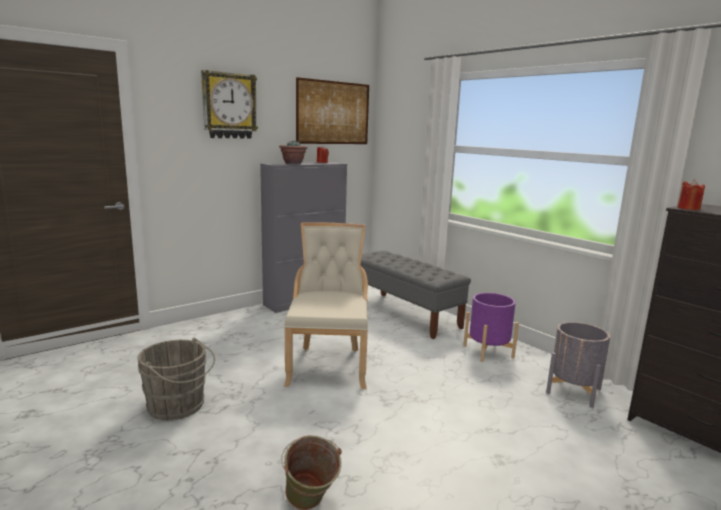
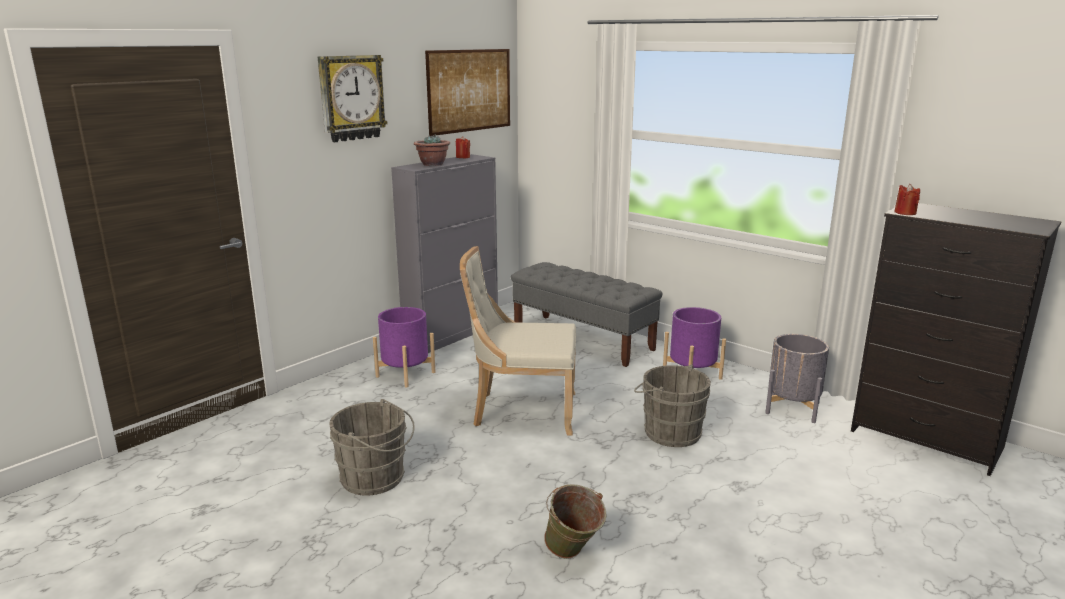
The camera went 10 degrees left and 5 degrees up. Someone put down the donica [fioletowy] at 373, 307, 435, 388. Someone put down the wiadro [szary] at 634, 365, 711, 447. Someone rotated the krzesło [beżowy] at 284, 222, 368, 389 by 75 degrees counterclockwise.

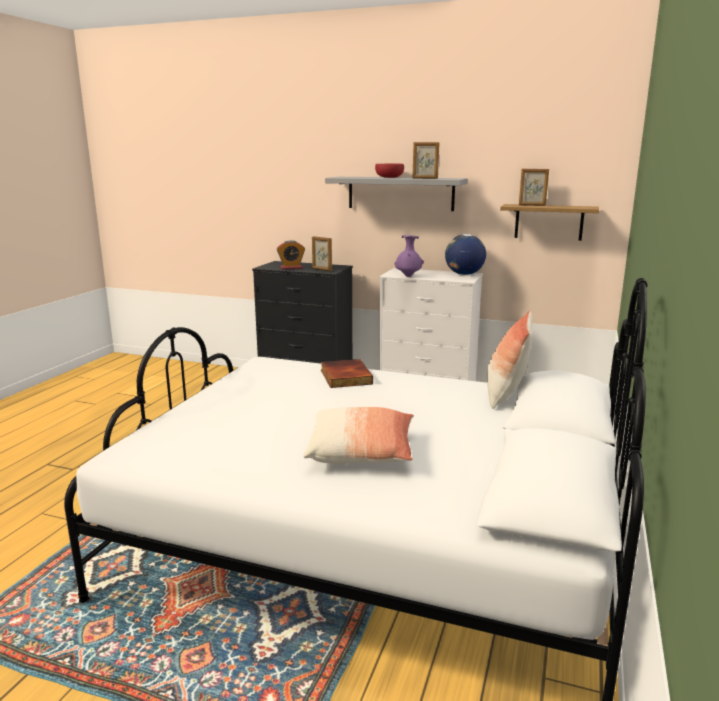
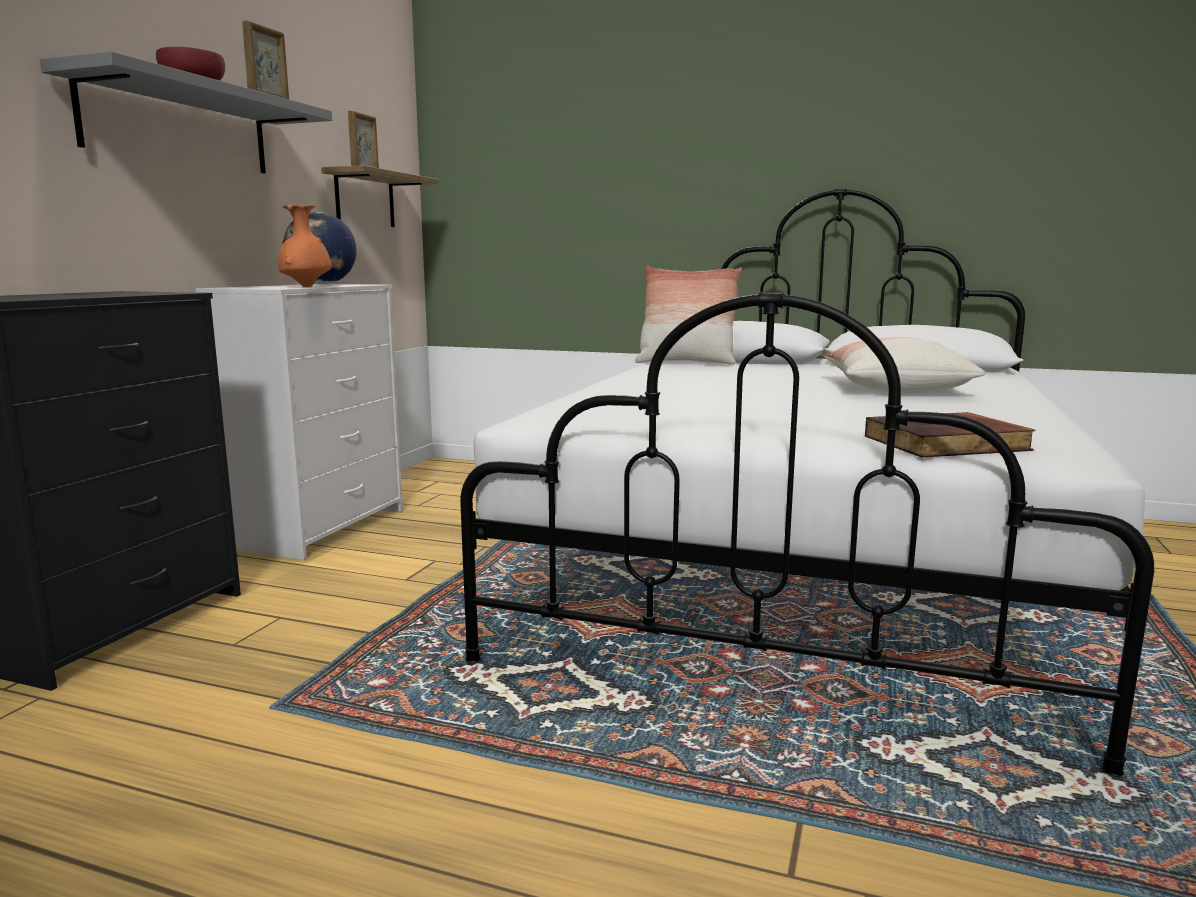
The camera went 90 degrees left and 5 degrees down. Someone took away the budzik at 277, 240, 305, 269. Someone took away the ramka na zdjęcie at 312, 236, 332, 271. Someone carried the książka from 321, 359, 373, 388 to 865, 412, 1035, 458. Someone repainted the wazon [fioletowy] at 394, 235, 424, 277, which became the wazon [pomarańczowy] at 278, 205, 332, 287.

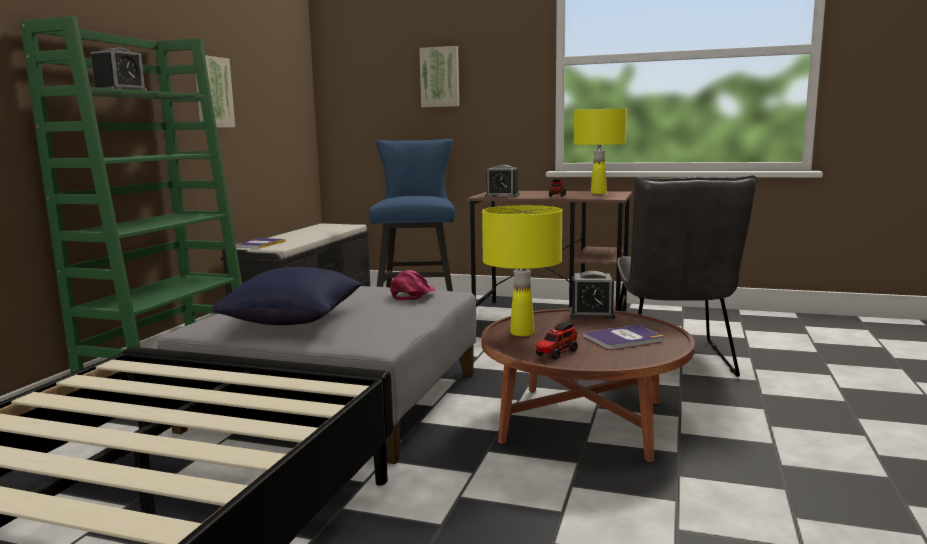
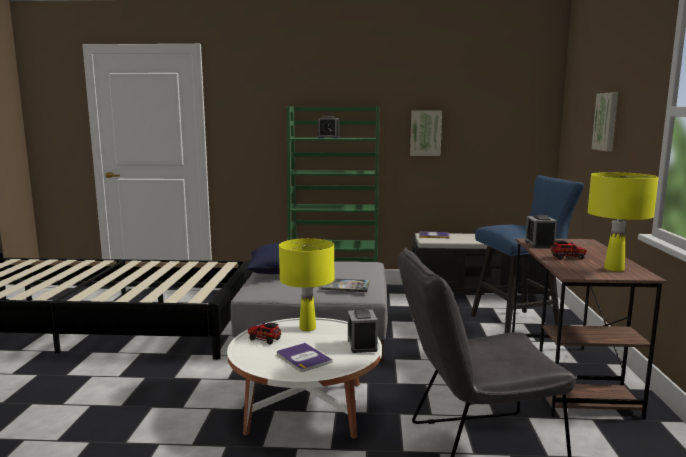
The camera went 75 degrees right and 0 degrees up. Someone swapped the czapka z daszkiem [różowy] at 390, 270, 436, 300 for the książka at 321, 278, 370, 292. Someone repainted the ława [brązowy] at 481, 309, 695, 463, which became the ława [biały] at 227, 318, 382, 439.

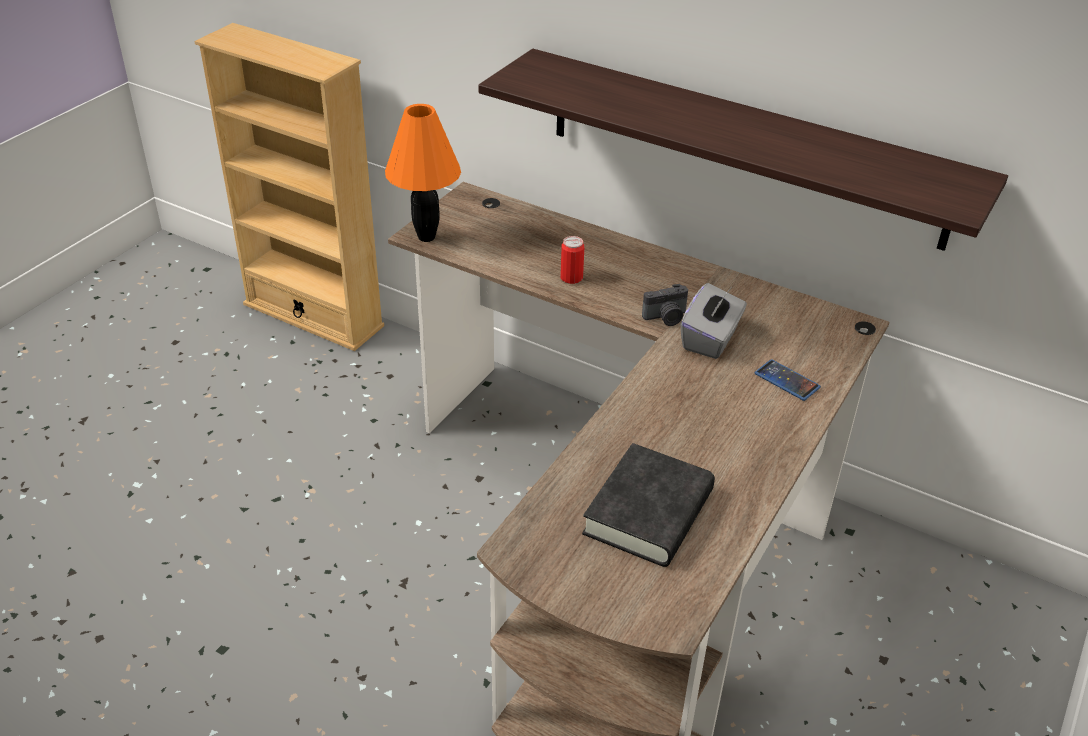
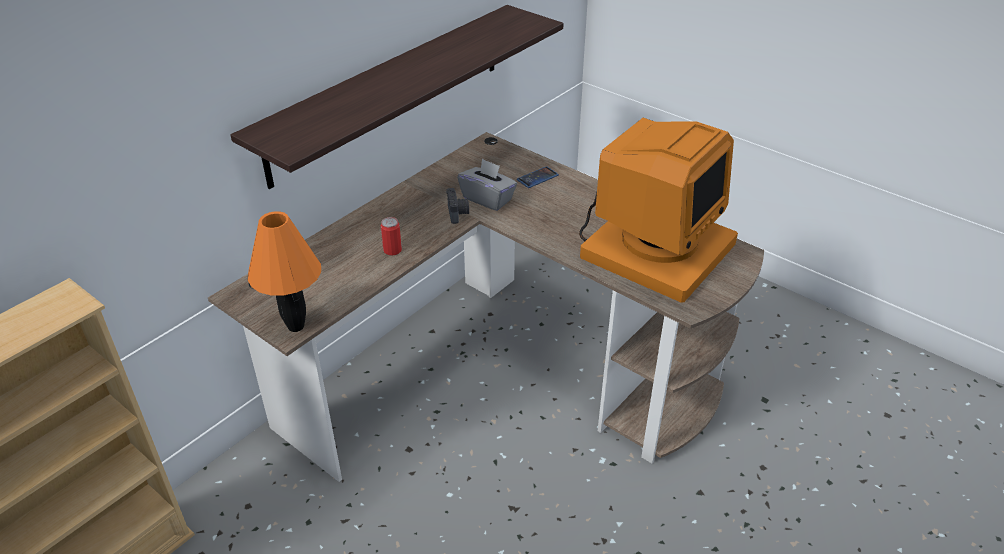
The camera went 80 degrees left and 0 degrees up. Someone swapped the książka [czarny] at 582, 443, 715, 567 for the monitor at 579, 118, 738, 303.

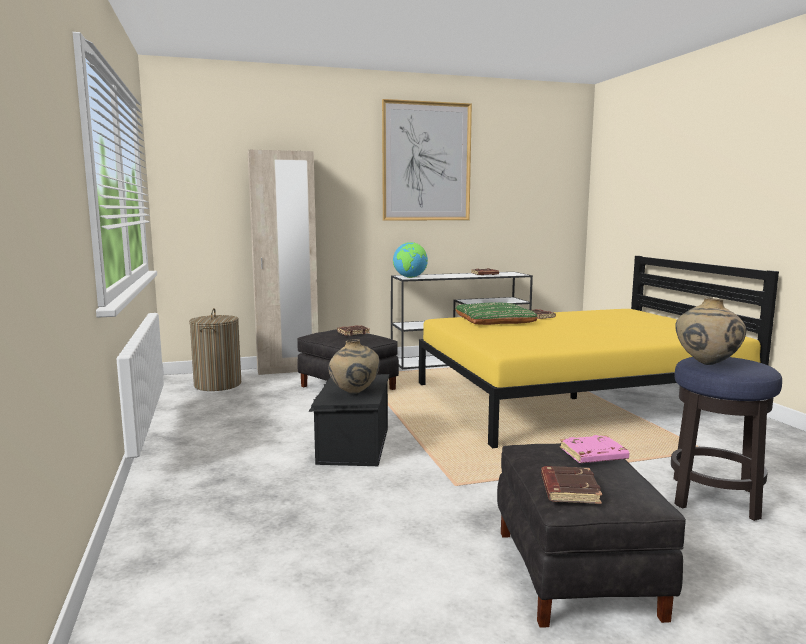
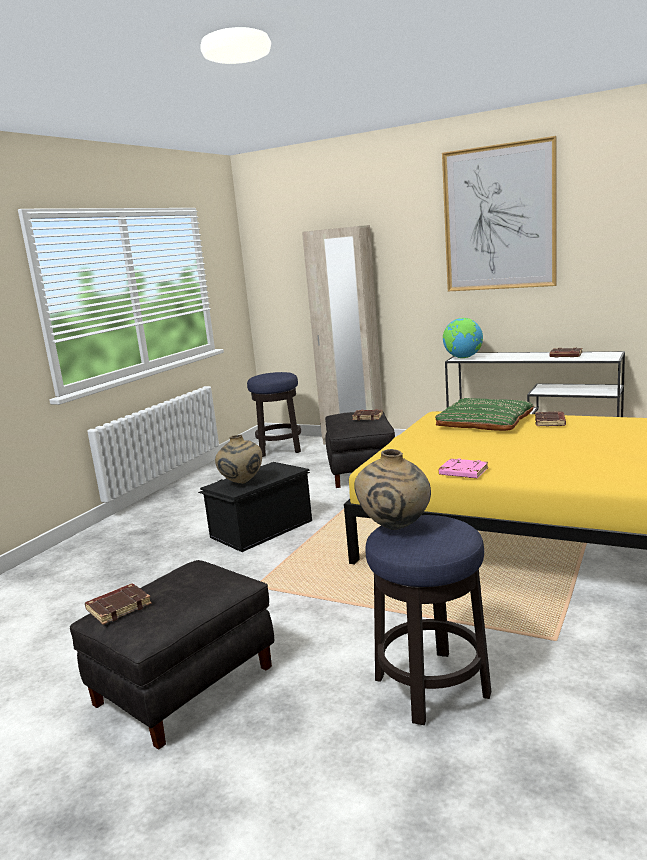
The camera went 45 degrees right and 5 degrees up. Someone carried the książka [różowy] from 560, 435, 629, 463 to 439, 458, 488, 478. Someone swapped the kosz na pranie at 189, 308, 241, 391 for the stołek at 247, 372, 301, 457.

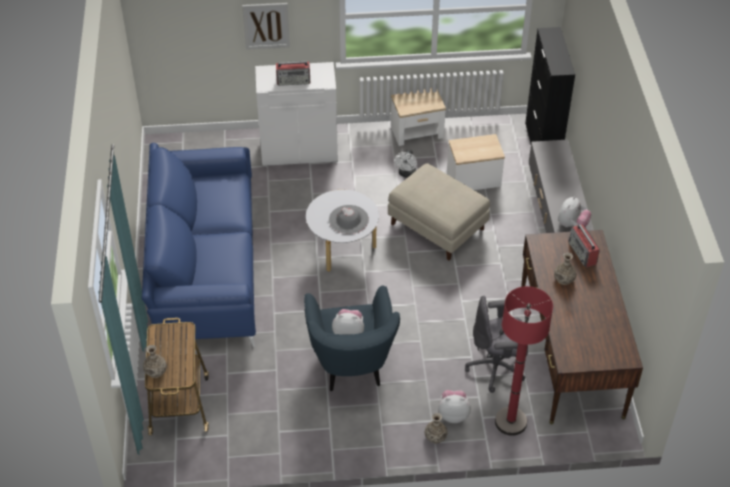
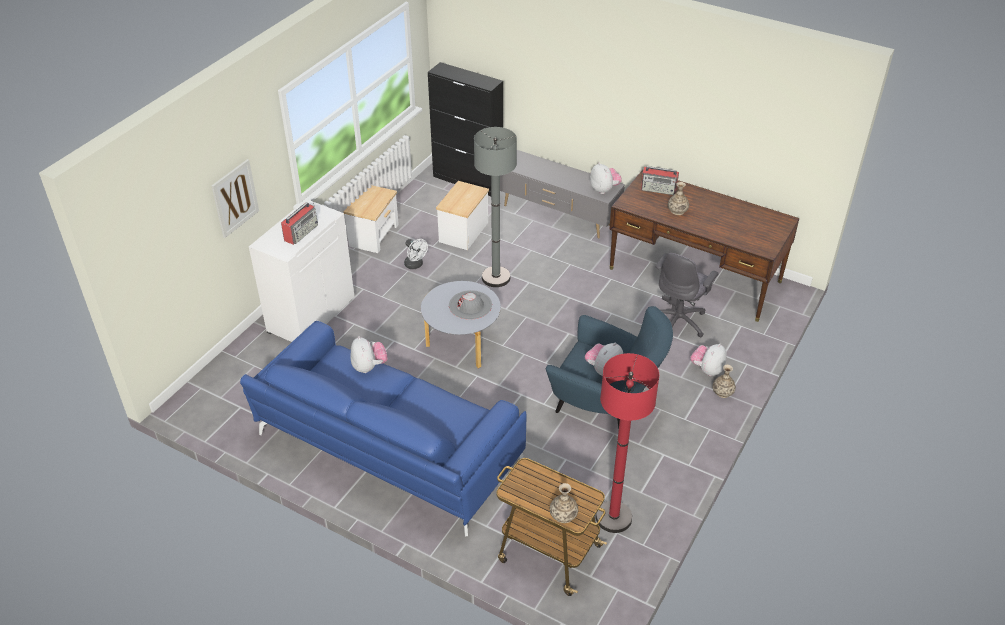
The camera went 55 degrees left and 5 degrees down. Someone put down the pluszak at 351, 336, 388, 373. Someone carried the lampa stojąca [czerwony] from 495, 286, 553, 436 to 596, 353, 659, 533. Someone swapped the pufa [beżowy] at 388, 163, 490, 261 for the lampa stojąca [szary] at 474, 127, 517, 287.

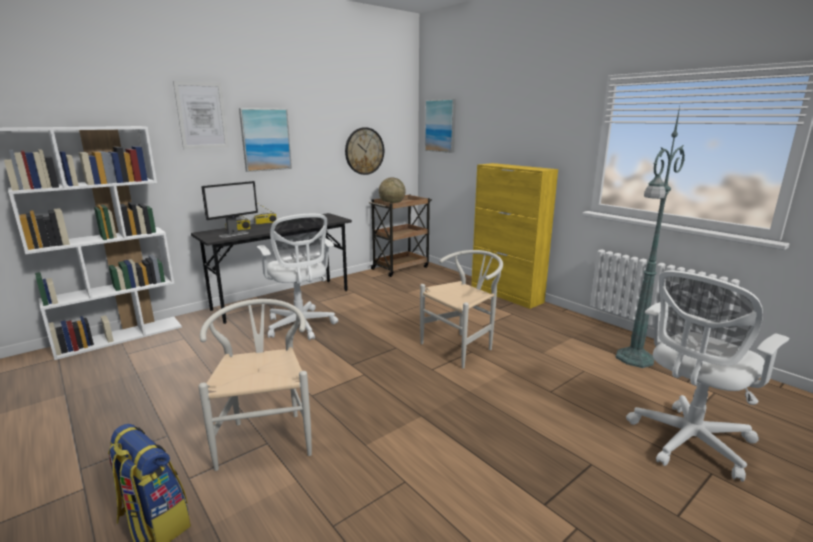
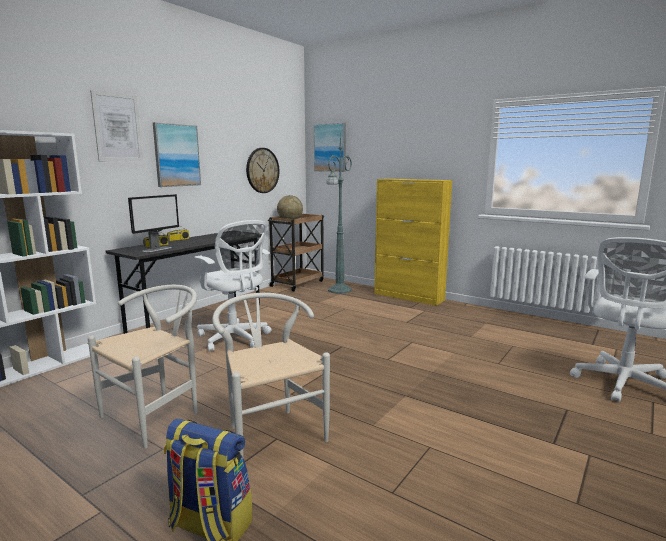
The camera went 15 degrees left and 5 degrees down. Someone carried the krzesło [biały] from 420, 250, 503, 369 to 88, 285, 198, 448. Someone carried the lampa stojąca [zielony] from 615, 107, 685, 368 to 326, 130, 352, 294.

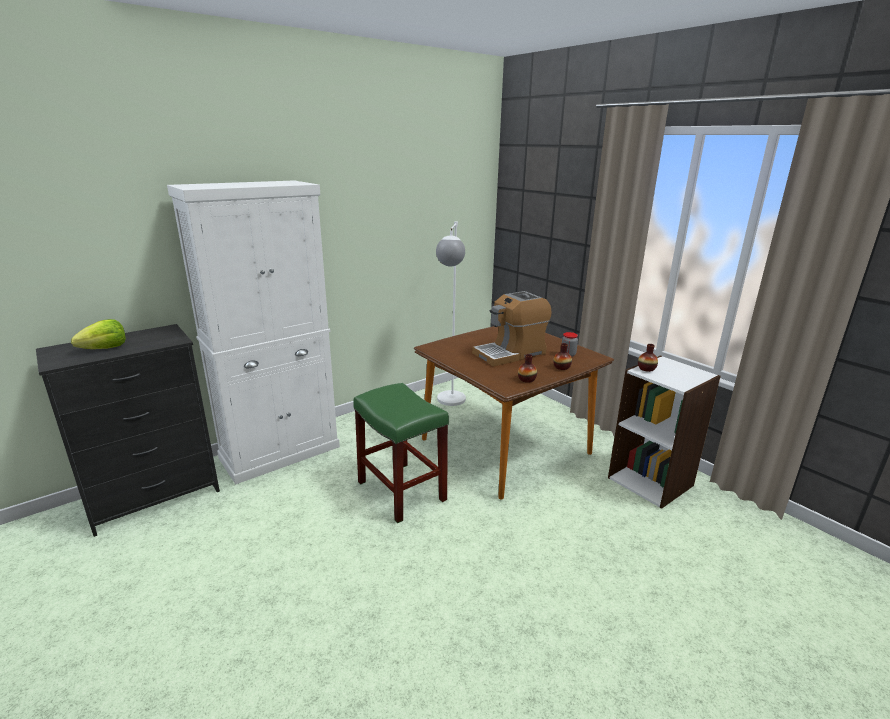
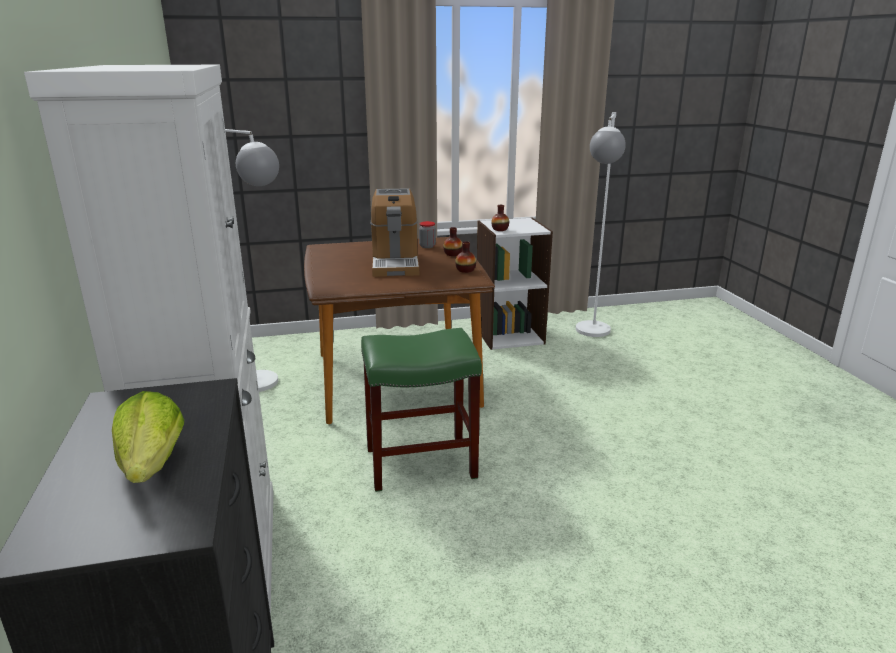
The camera went 65 degrees left and 0 degrees up. Someone put down the lampa stojąca [biały] at 576, 112, 626, 337.

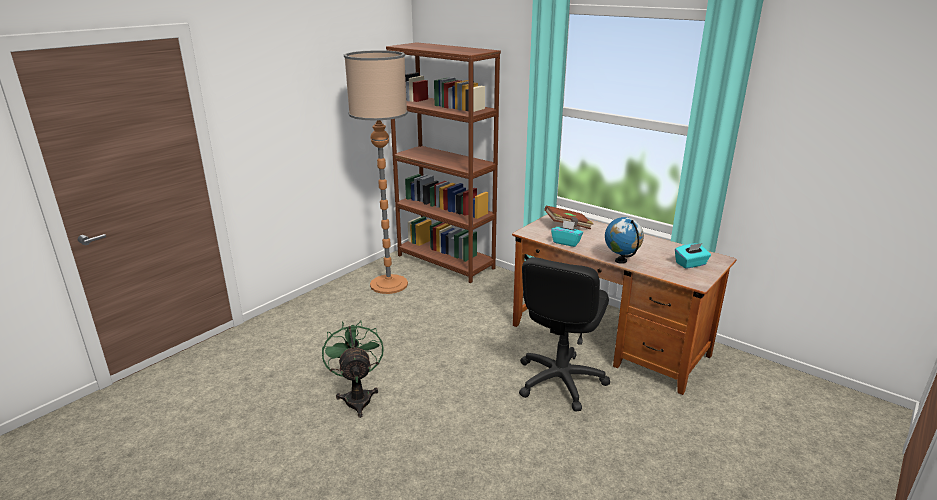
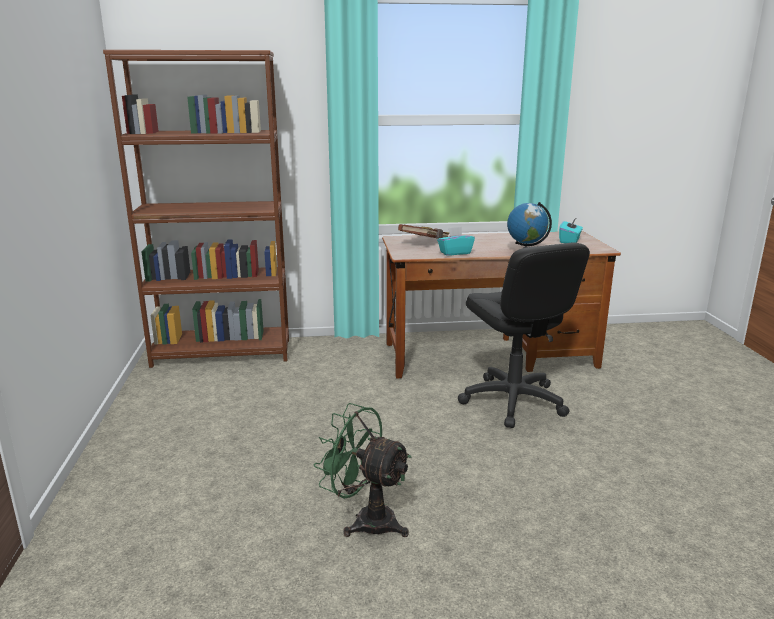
The camera went 45 degrees left and 5 degrees down. Someone took away the lampa stojąca at 344, 50, 408, 294.

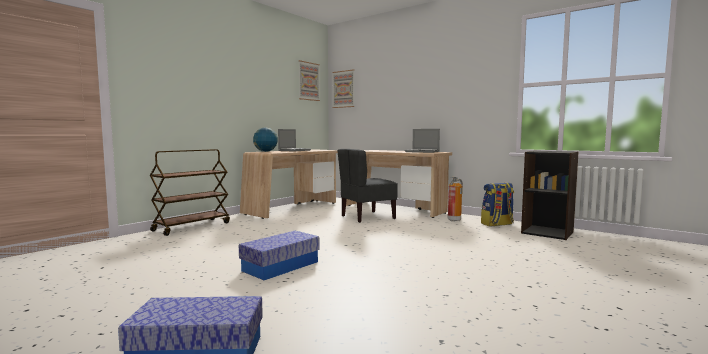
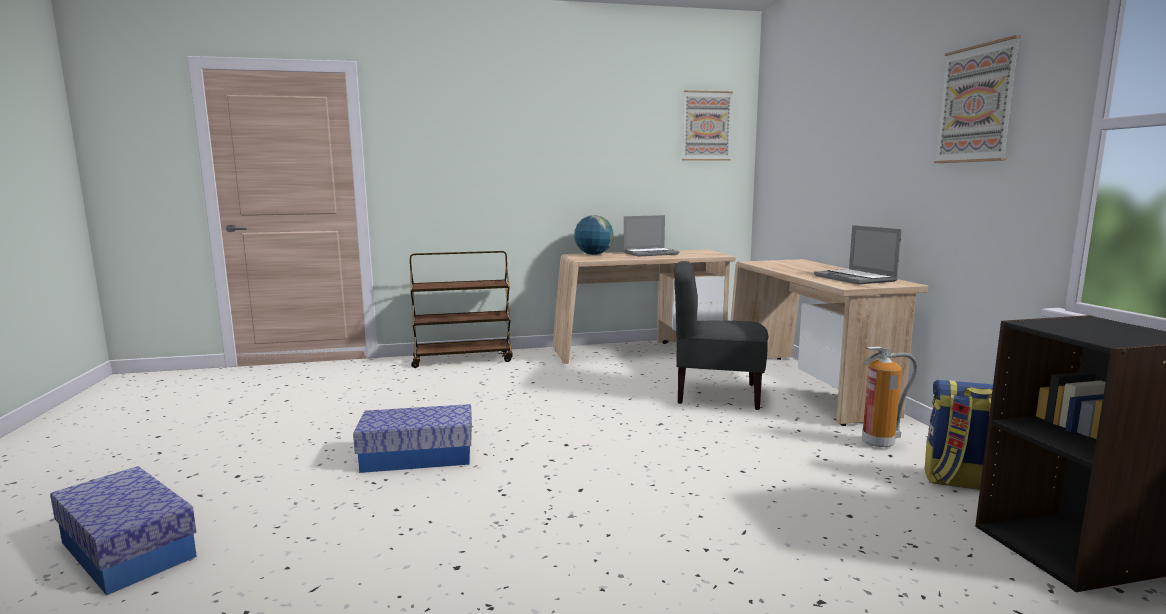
The camera went 40 degrees right and 5 degrees up. Someone carried the obraz from 332, 69, 355, 108 to 934, 35, 1021, 163.

